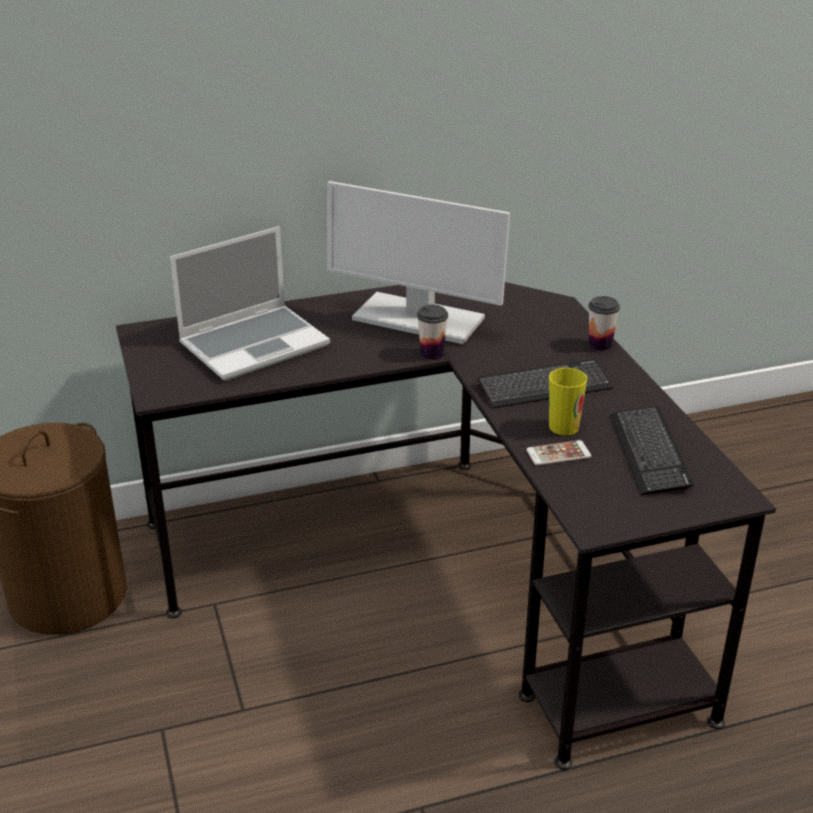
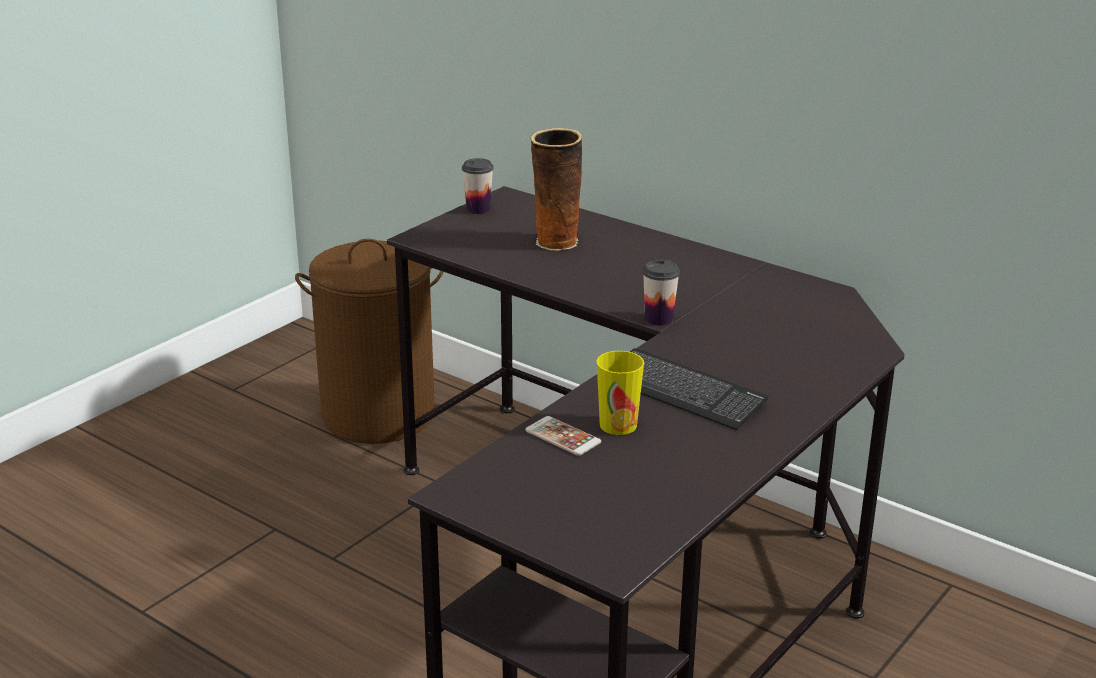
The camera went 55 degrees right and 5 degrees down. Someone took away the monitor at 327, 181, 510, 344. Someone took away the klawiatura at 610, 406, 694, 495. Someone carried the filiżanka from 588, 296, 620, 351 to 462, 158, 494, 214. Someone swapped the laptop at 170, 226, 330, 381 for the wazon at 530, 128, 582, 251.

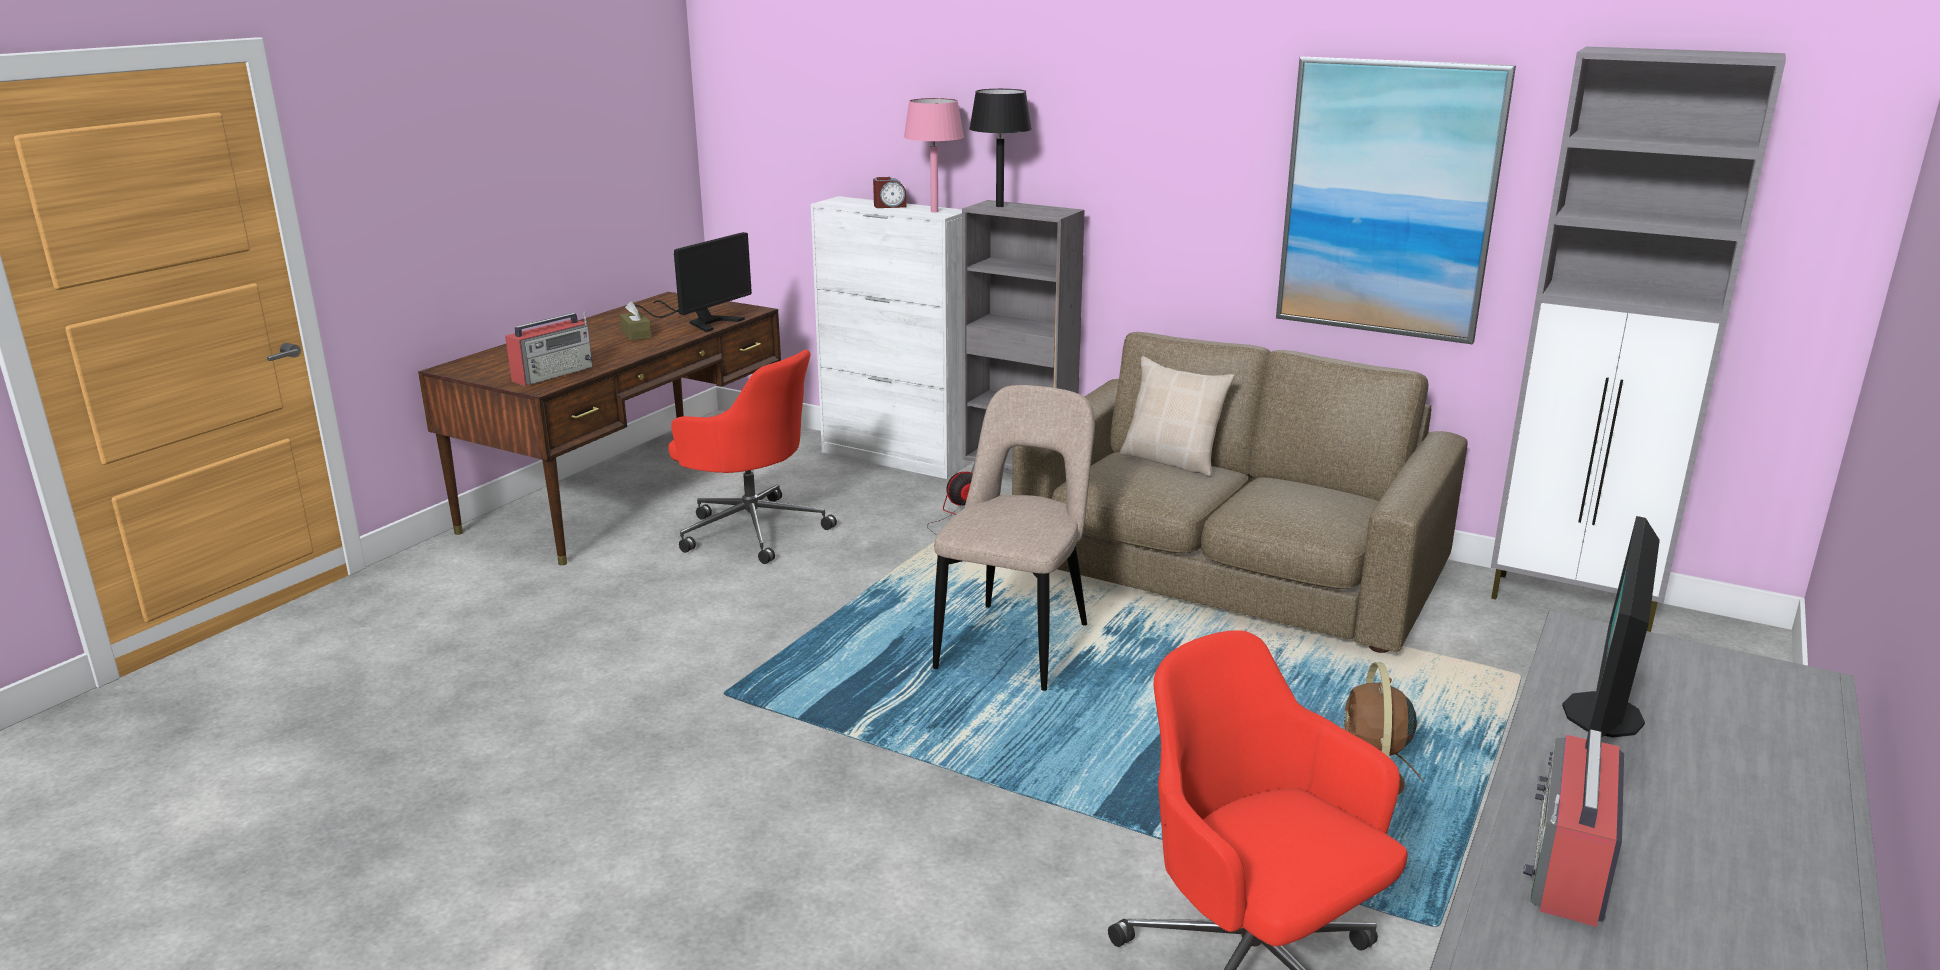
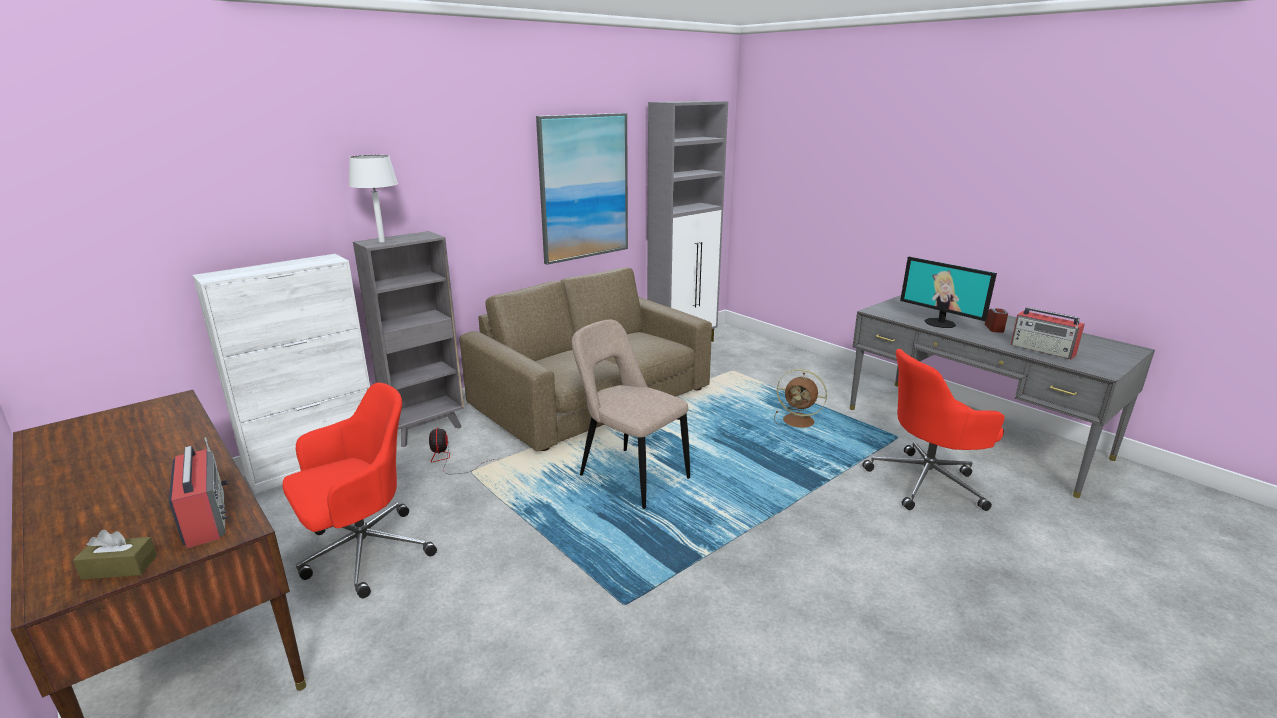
The camera went 70 degrees left and 0 degrees up. Someone took away the monitor at 635, 232, 752, 332. Someone took away the lampa stołowa [różowy] at 904, 98, 964, 212. Someone took away the poduszka [beżowy] at 1119, 356, 1235, 477. Someone carried the pudełko chusteczek [brązowy] from 620, 301, 652, 341 to 73, 530, 157, 580. Someone carried the budzik from 873, 177, 906, 208 to 985, 309, 1008, 333. Someone repainted the lampa stołowa [czarny] at 969, 89, 1032, 207, which became the lampa stołowa [biały] at 349, 155, 398, 242.

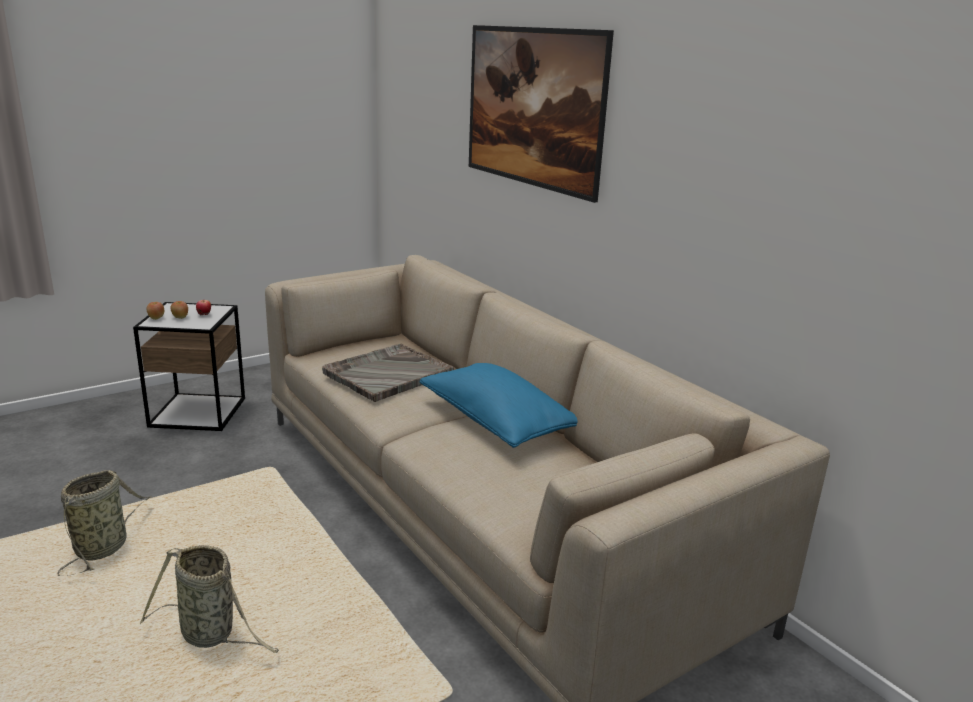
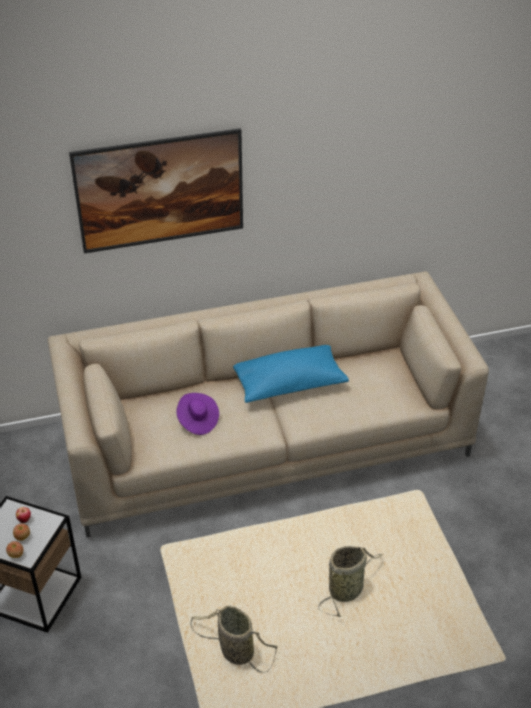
The camera went 70 degrees left and 20 degrees up. Someone swapped the taca [szary] at 322, 344, 454, 402 for the kapelusz [fioletowy] at 176, 393, 219, 435.

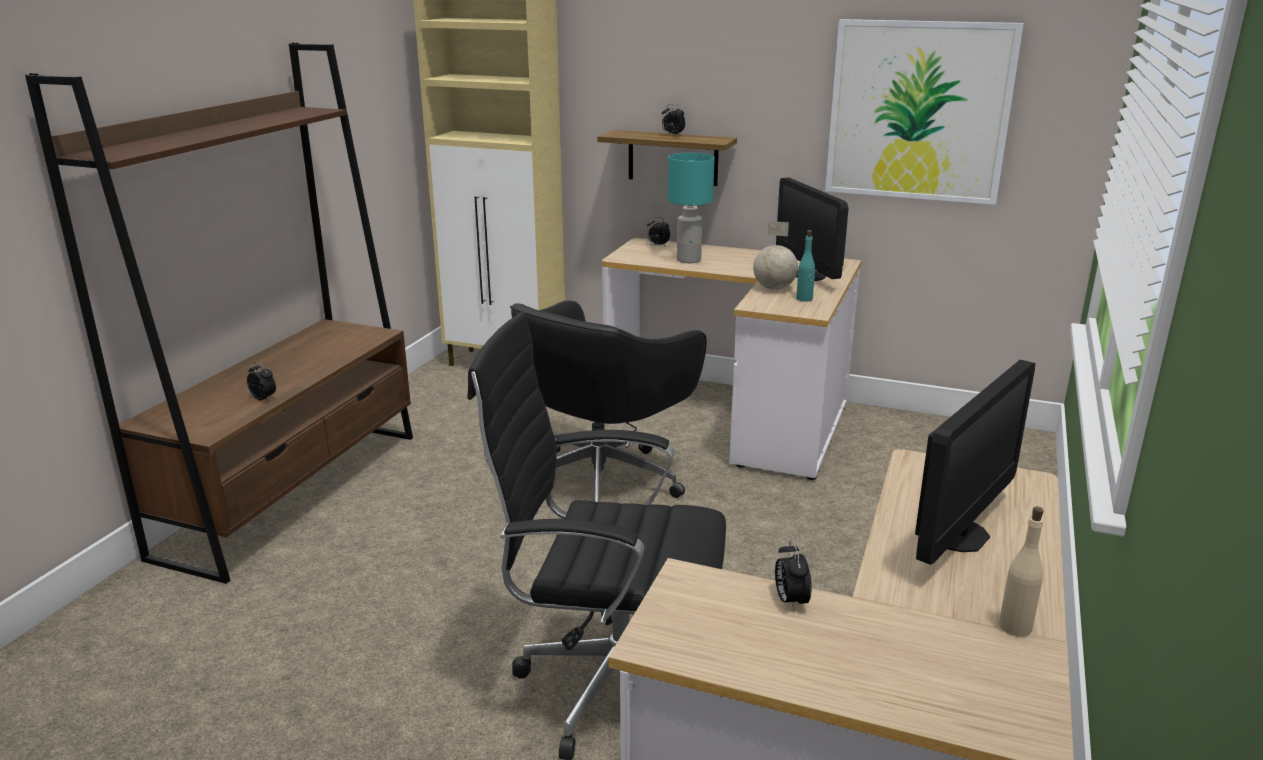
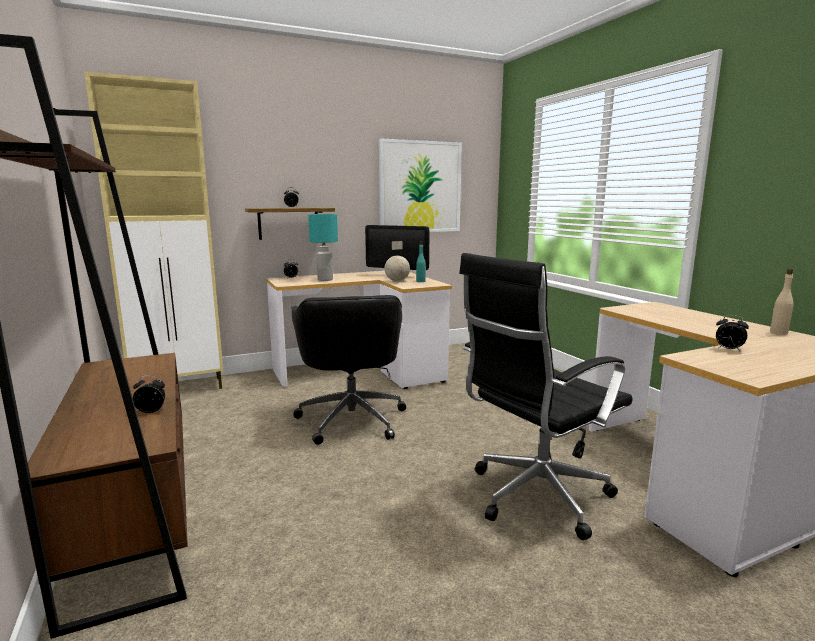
The camera went 45 degrees left and 10 degrees down. Someone took away the monitor at 915, 360, 1035, 565.

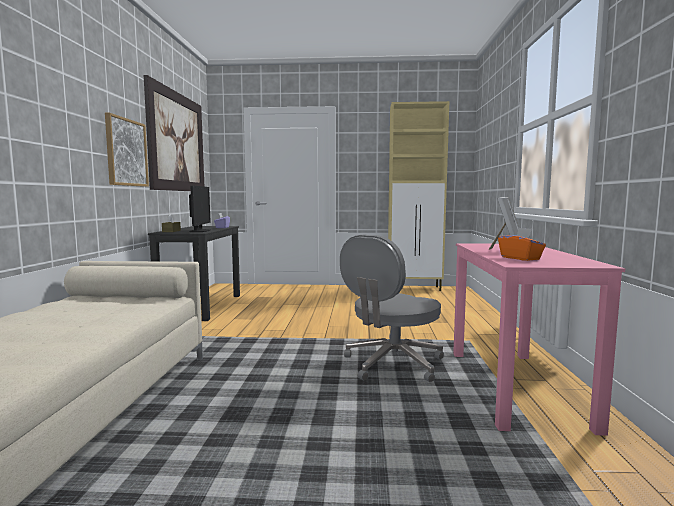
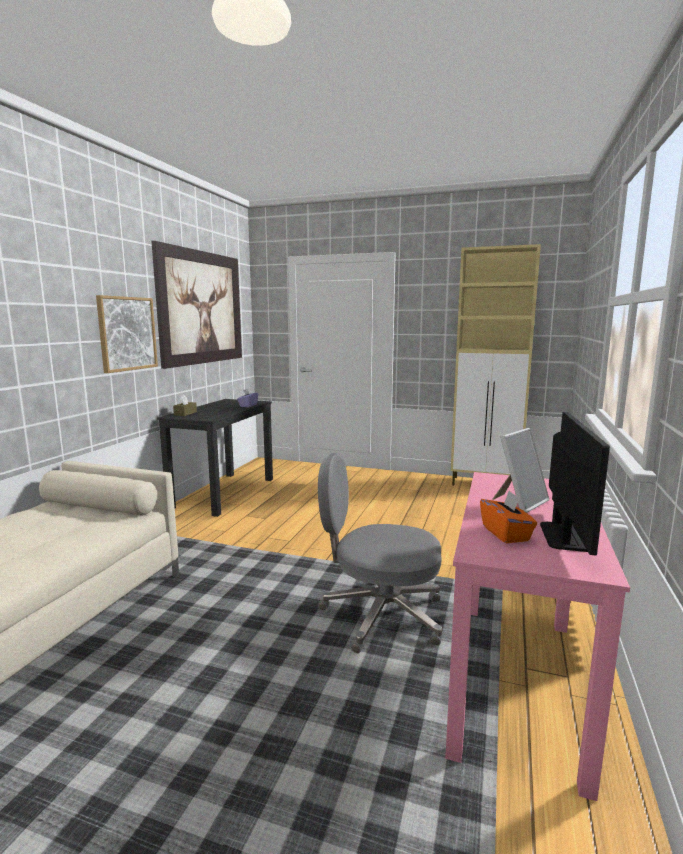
The camera went 15 degrees right and 5 degrees up. Someone carried the monitor from 189, 185, 211, 232 to 540, 412, 610, 556. Someone rotated the krzesło biurowe [szary] at 340, 234, 444, 382 by 45 degrees clockwise.

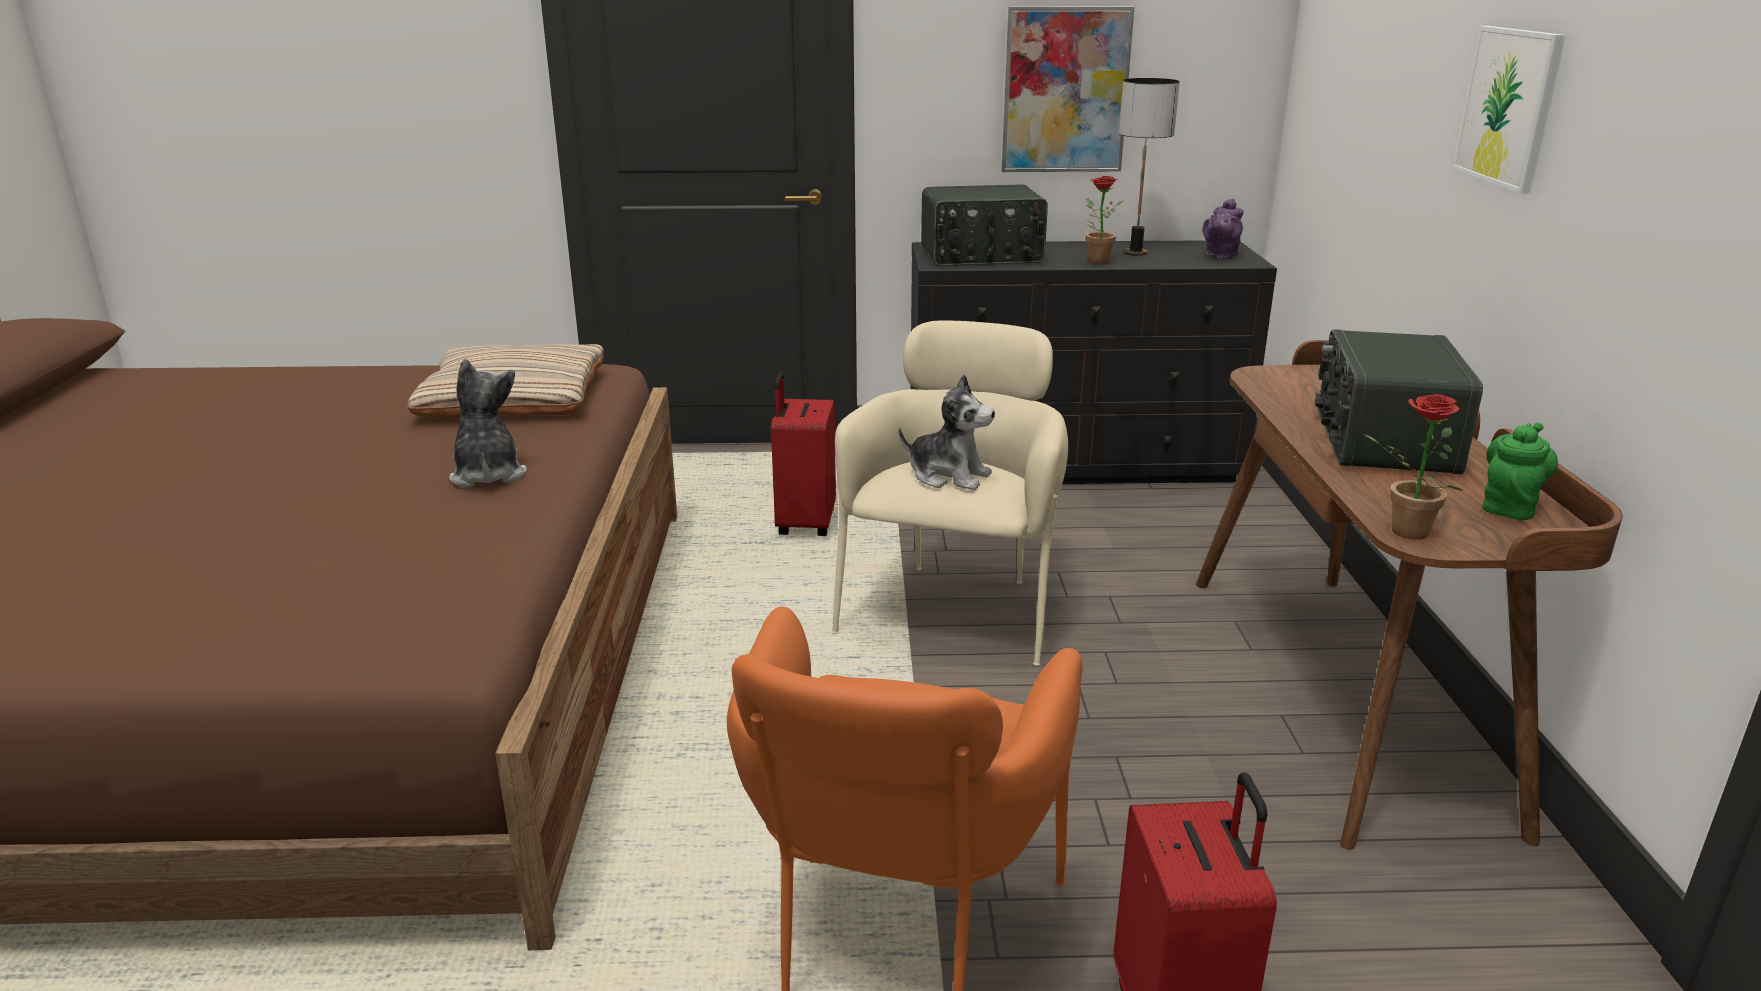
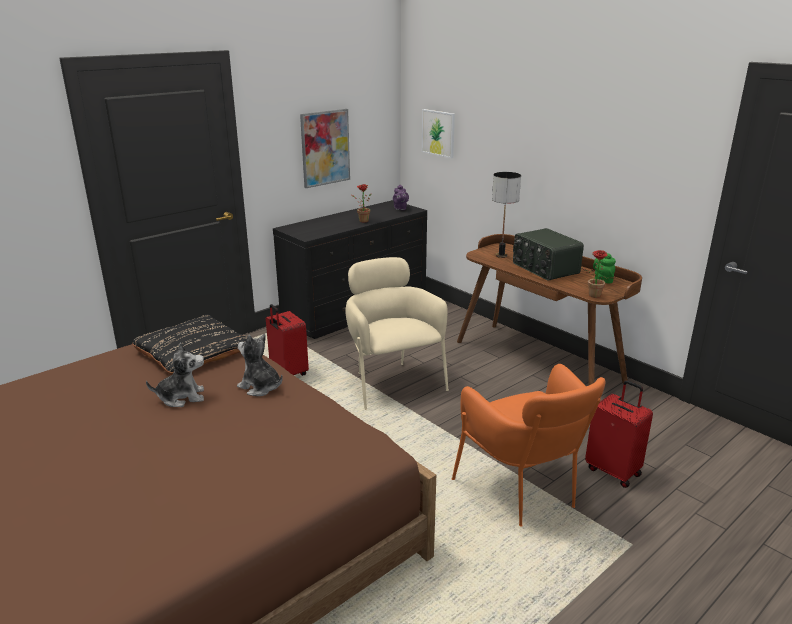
The camera went 40 degrees left and 0 degrees up. Someone took away the radio at 921, 184, 1048, 266. Someone carried the pluszak from 898, 375, 995, 490 to 146, 342, 204, 407. Someone carried the lampa stołowa from 1119, 78, 1180, 256 to 492, 172, 521, 258. Someone carried the obraz from 1452, 26, 1566, 193 to 422, 109, 455, 158. Someone repainted the poduszka [beżowy] at 406, 344, 604, 418, which became the poduszka [czarny] at 132, 315, 247, 375.

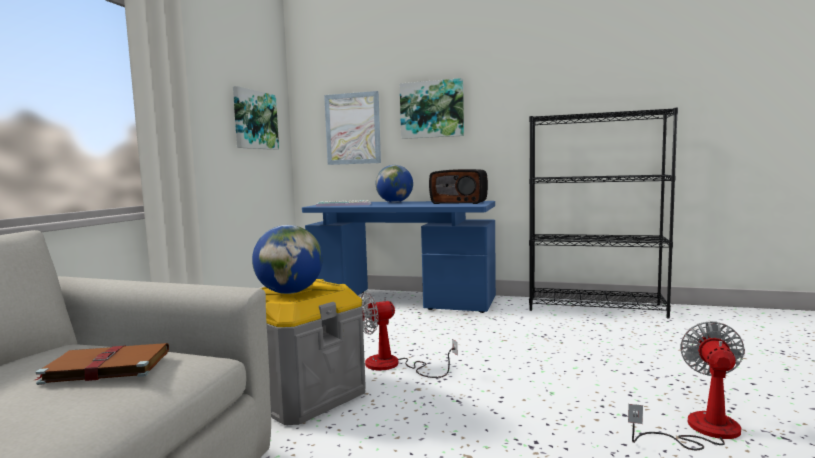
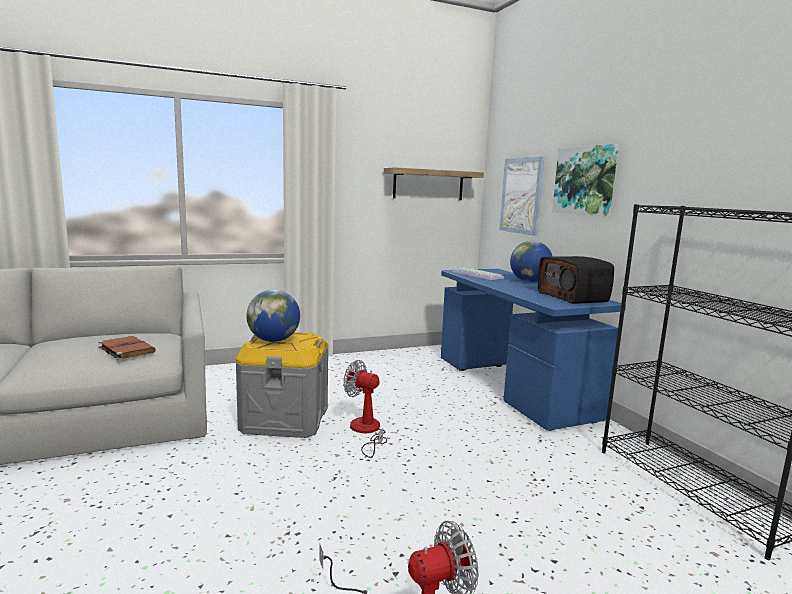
The camera went 50 degrees right and 5 degrees up. Someone swapped the obraz at 233, 86, 279, 150 for the półka at 384, 167, 484, 200.

